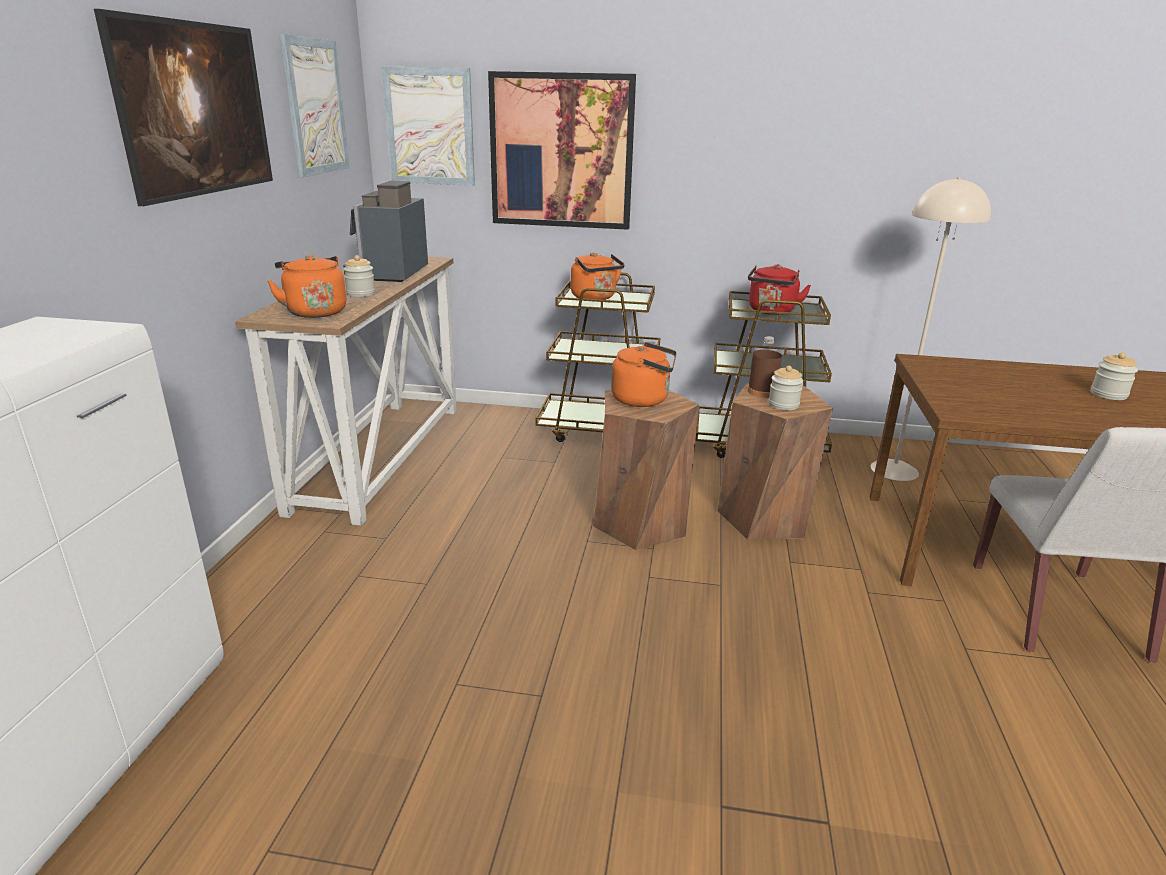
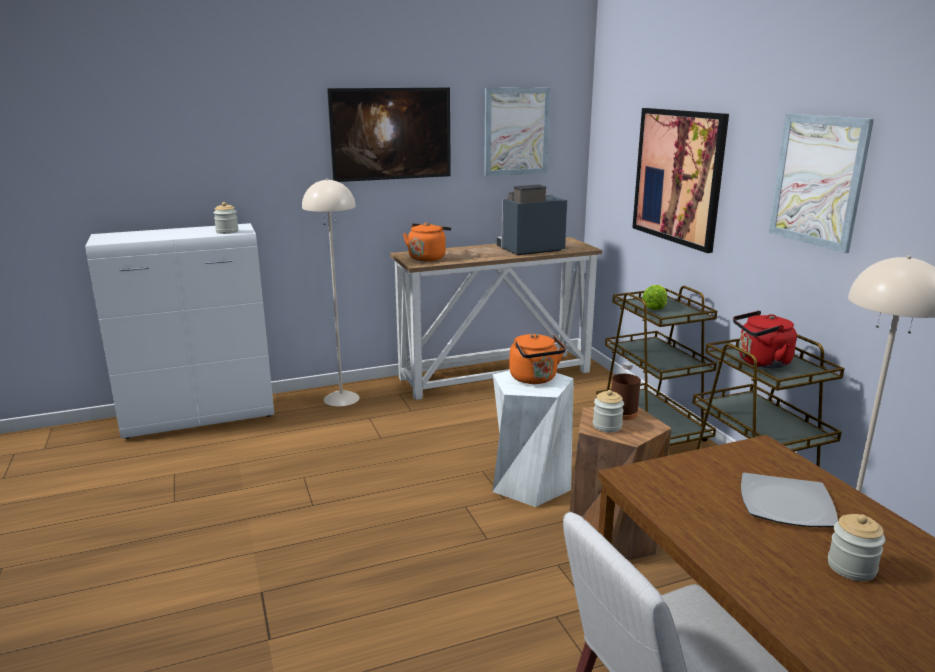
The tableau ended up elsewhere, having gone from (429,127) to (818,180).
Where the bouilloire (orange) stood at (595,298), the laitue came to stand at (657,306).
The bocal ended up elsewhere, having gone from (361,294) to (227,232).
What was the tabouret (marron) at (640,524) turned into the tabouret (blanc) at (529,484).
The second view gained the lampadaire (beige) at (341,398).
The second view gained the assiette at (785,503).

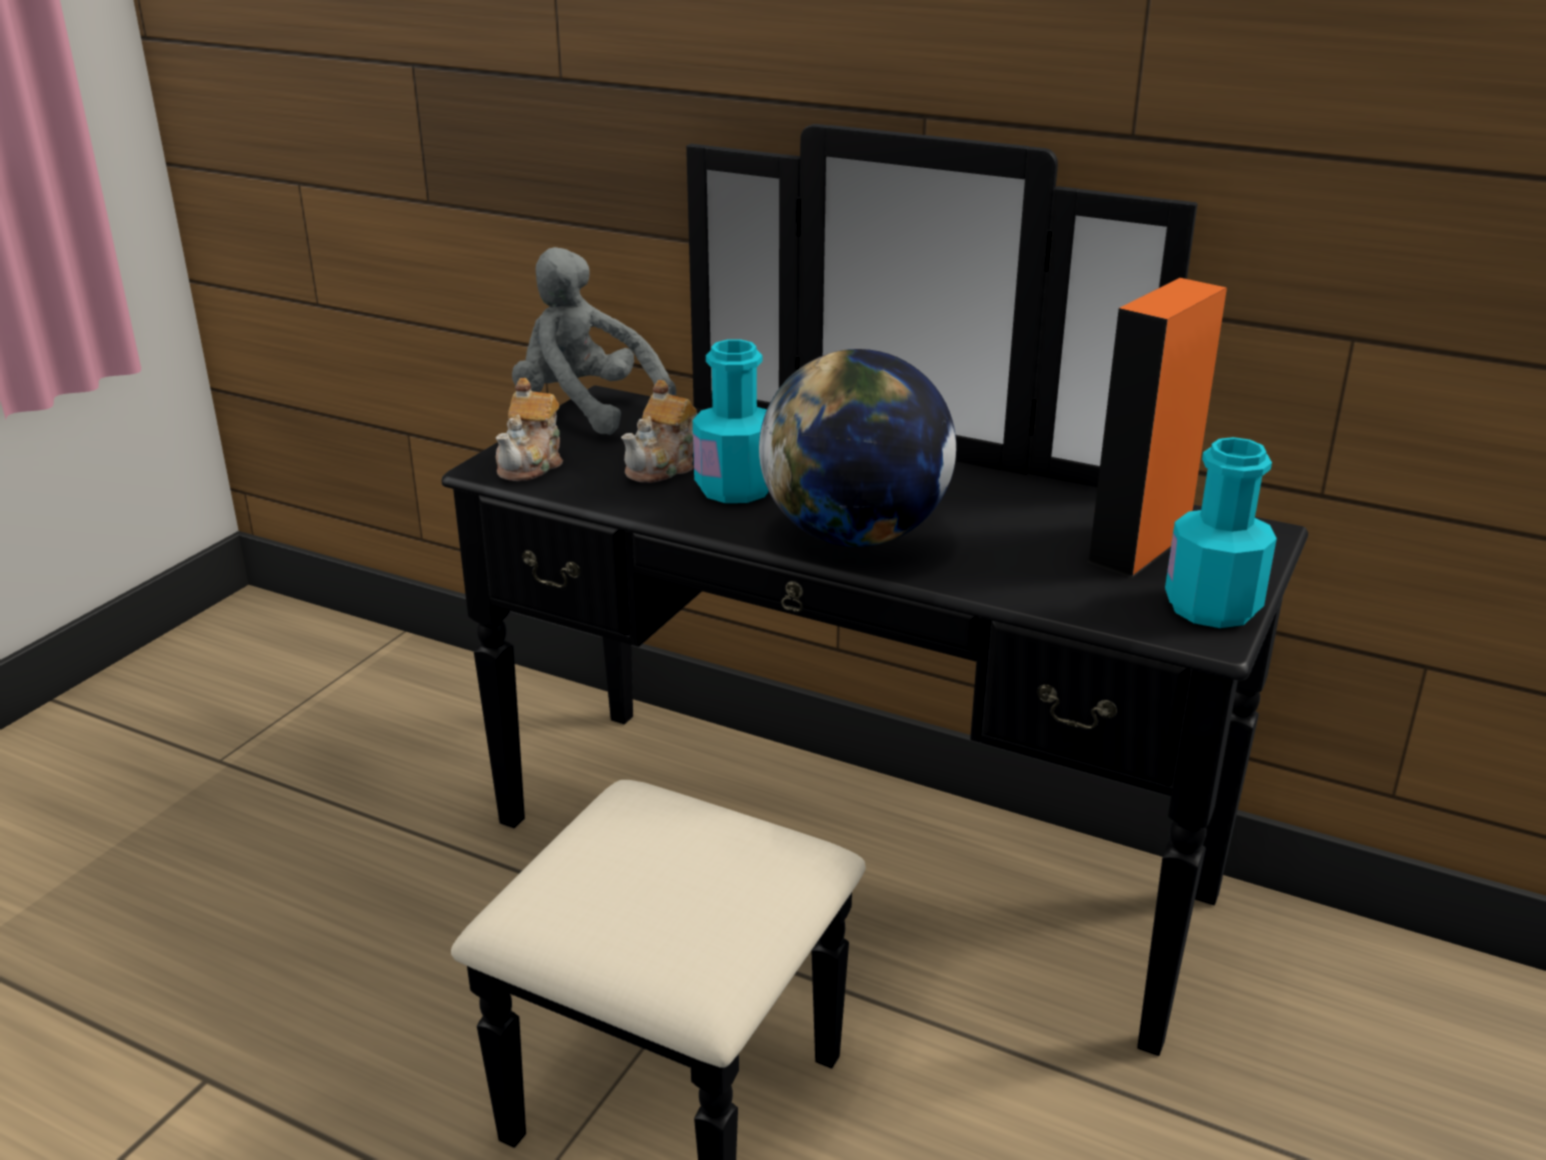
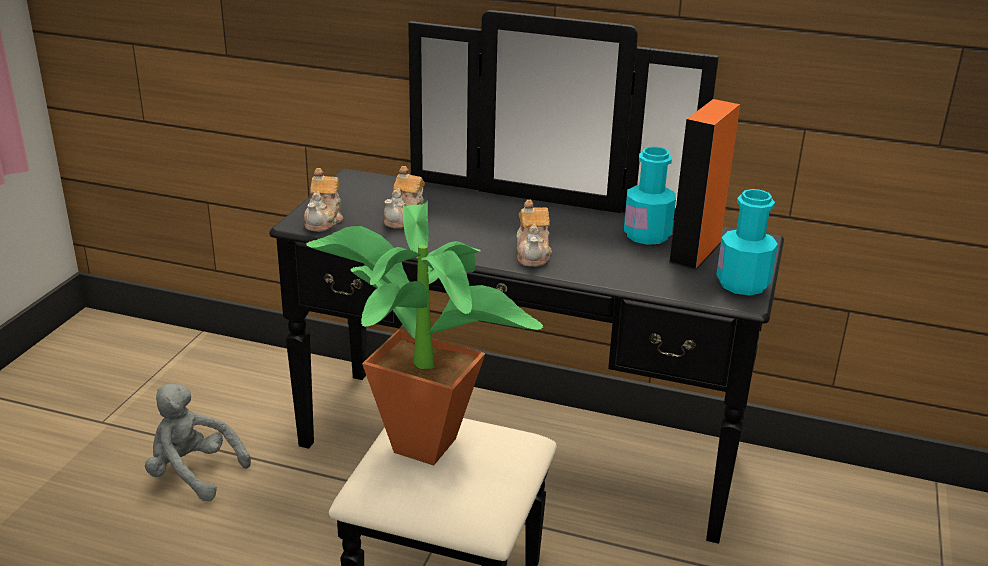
The peluche (gris) ended up elsewhere, having gone from (585,409) to (193,473).
The bouteille (turquoise) ended up elsewhere, having gone from (735,488) to (647,235).
Where the globe stood at (855,535), the théière came to stand at (533,254).
The second view gained the plante en pot at (417,438).

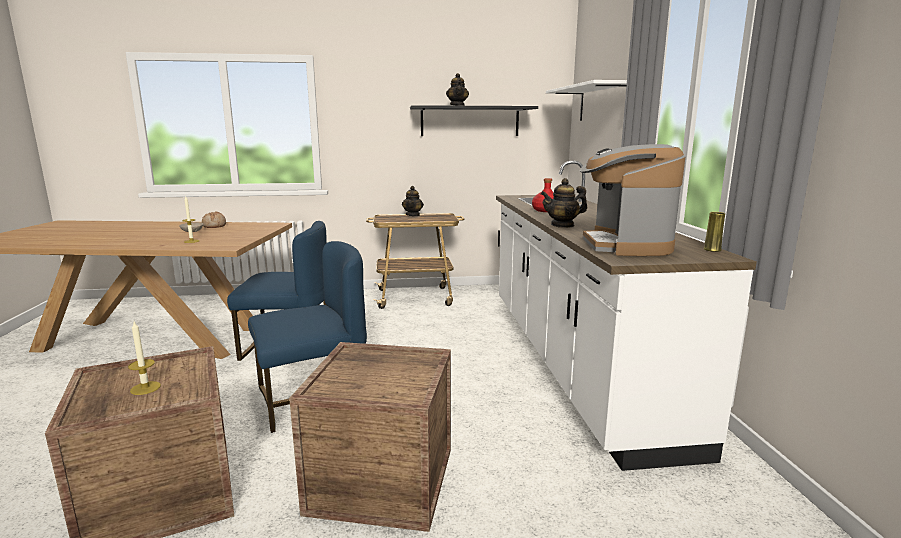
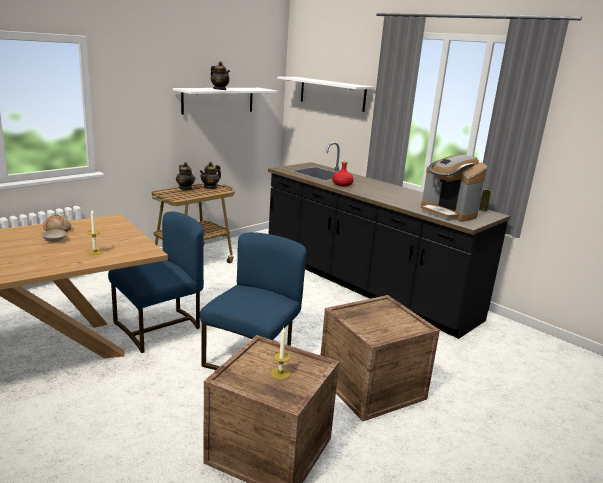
What was the étagère (noir) at (470,121) turned into the étagère (blanc) at (218,100).
What was the comptoir de cuisine (blanc) at (573,362) turned into the comptoir de cuisine (noir) at (364,286).
The théière ended up elsewhere, having gone from (562,225) to (210,187).

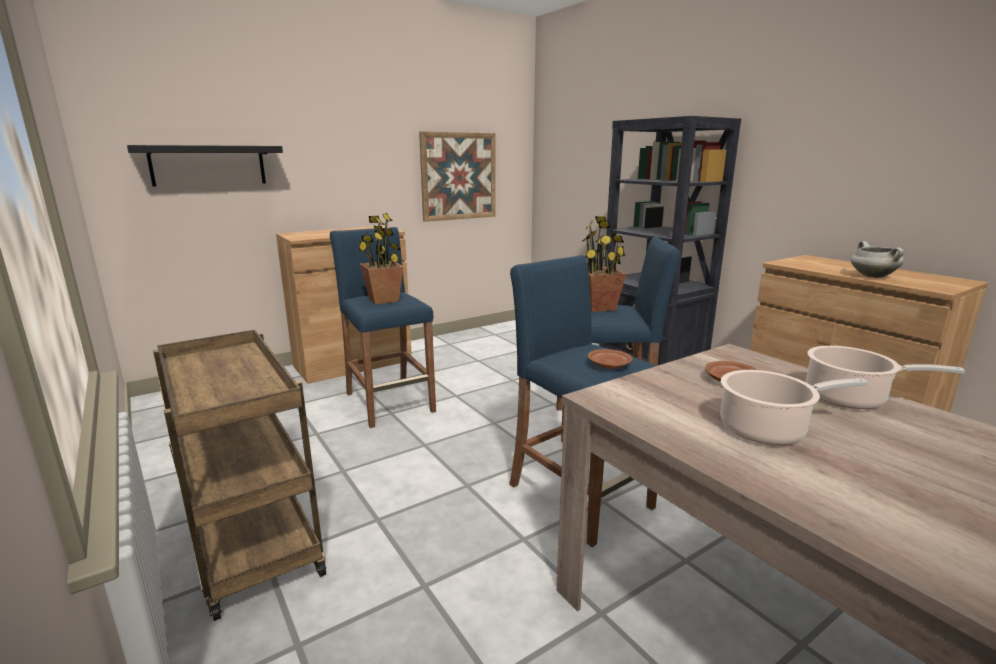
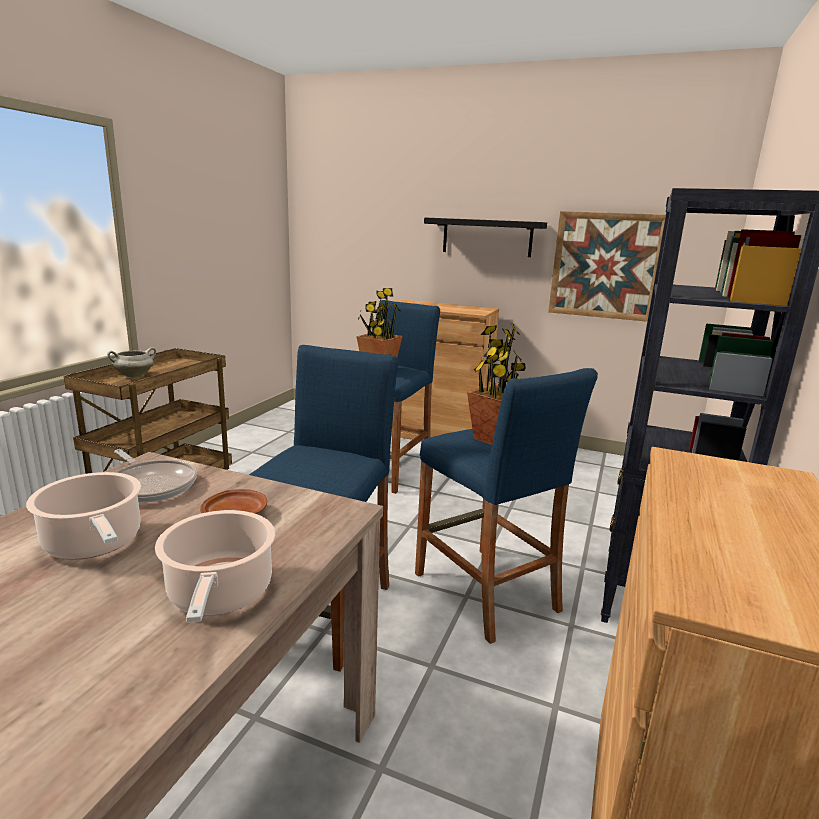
The étagère (noir) ended up elsewhere, having gone from (208,165) to (487,237).
The marmite (blanc) ended up elsewhere, having gone from (871,276) to (135,375).
The second view lost the assiette (marron) at (608,365).
The second view gained the poêle at (151,485).

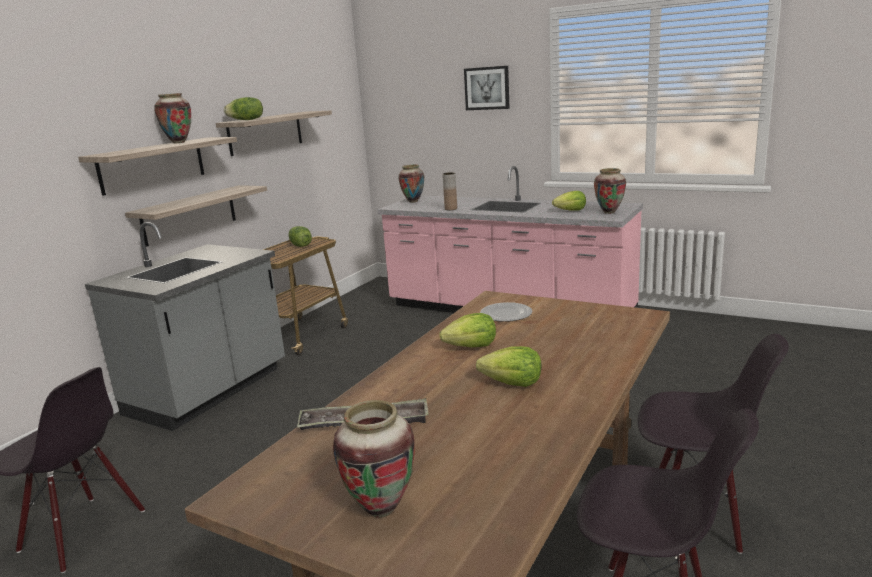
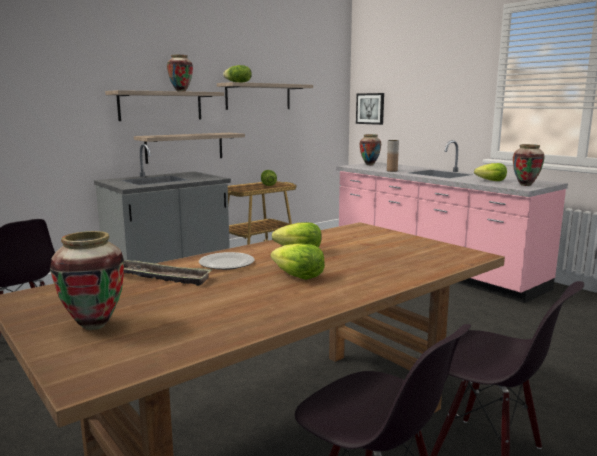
The tableau ended up elsewhere, having gone from (487,88) to (370,108).
The assiette ended up elsewhere, having gone from (507,314) to (227,263).

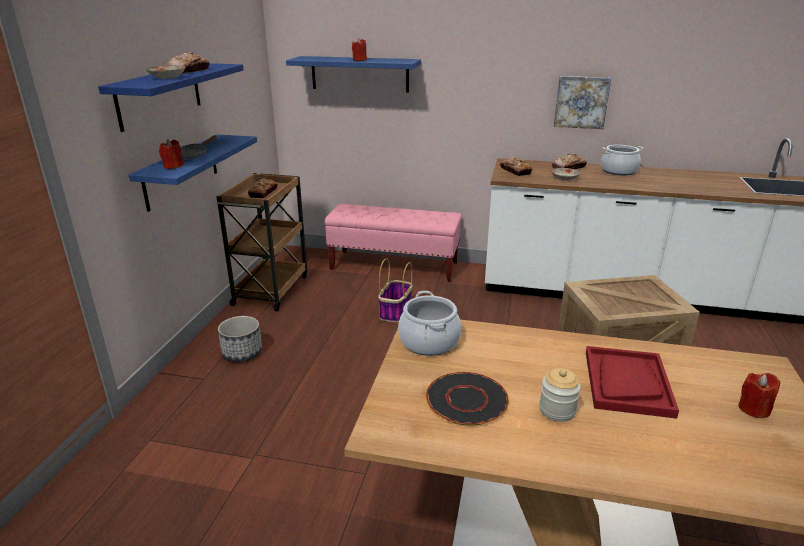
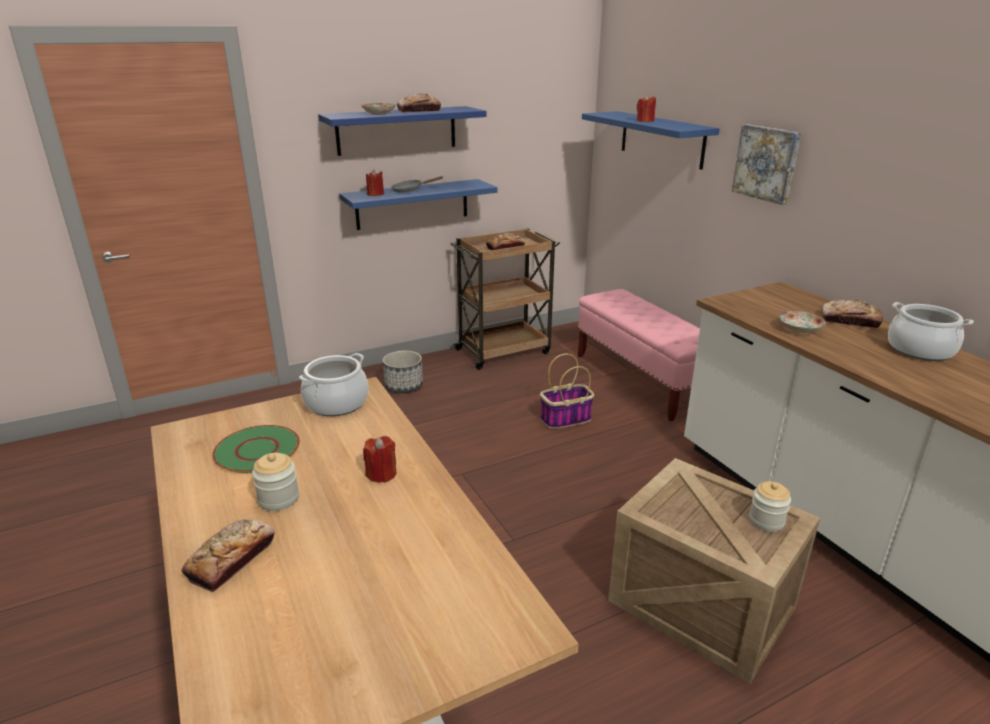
The tableau ended up elsewhere, having gone from (581,102) to (767,163).
The pain ended up elsewhere, having gone from (515,171) to (231,559).
The second view lost the plateau (rouge) at (627,383).
What was the assiette (noir) at (467,399) turned into the assiette (vert) at (257,450).
The bougie (rouge) ended up elsewhere, having gone from (754,409) to (381,474).
The second view gained the bocal at (766,521).

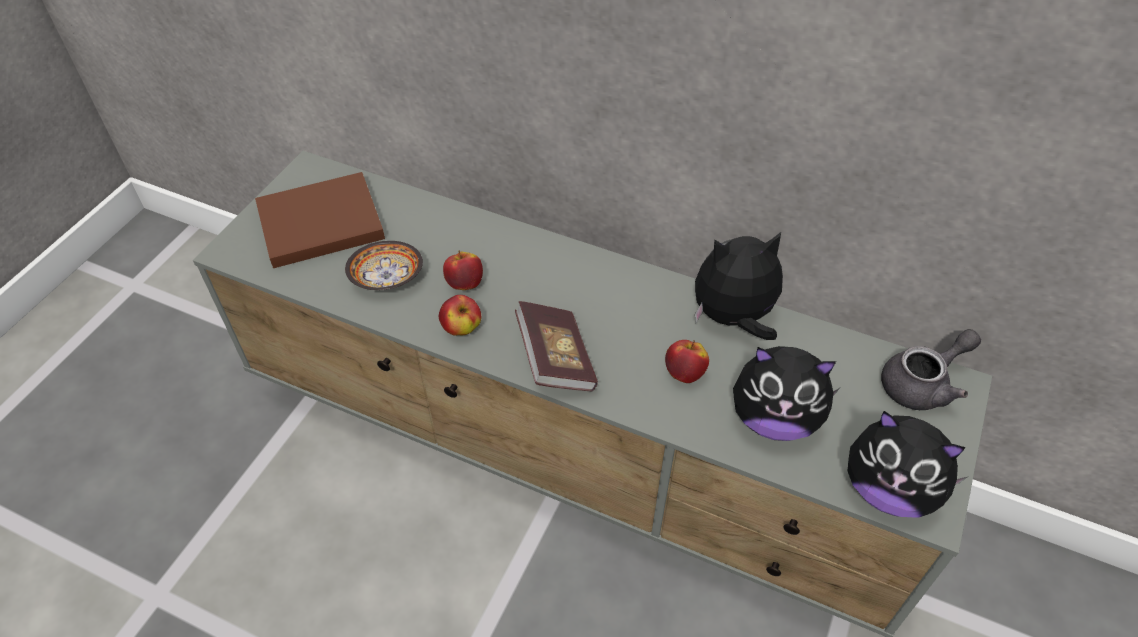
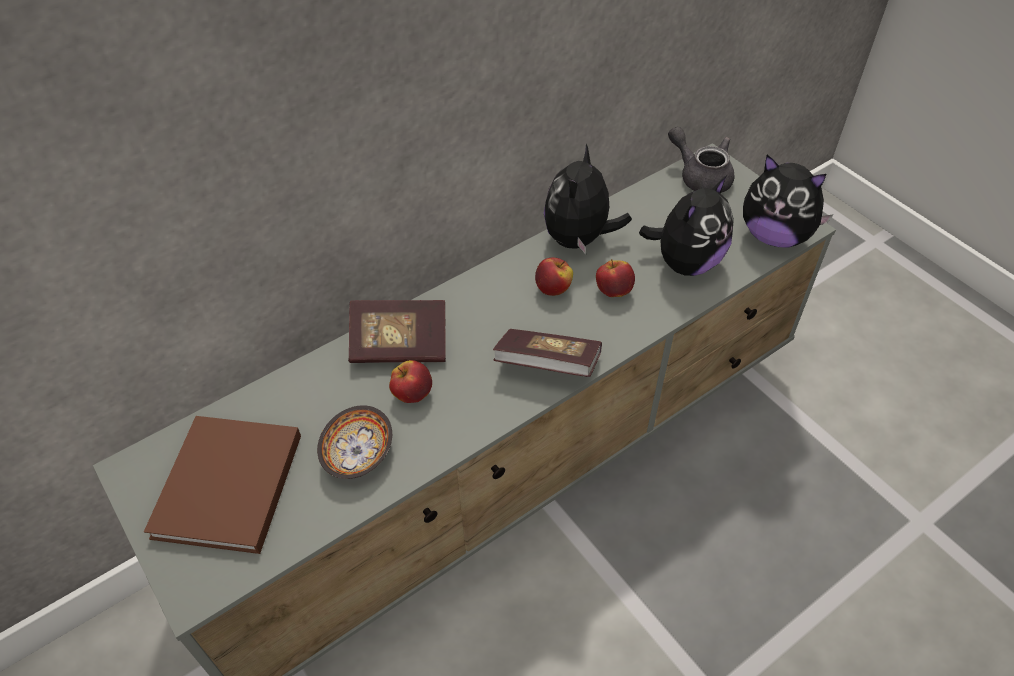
The pomme ended up elsewhere, having gone from (461,328) to (553,289).
The théière (gris) at (922,384) ended up facing another way, 45 degrees counterclockwise from before.
The peluche at (888,490) ended up facing another way, 60 degrees clockwise from before.
The second view gained the livre at (399,345).

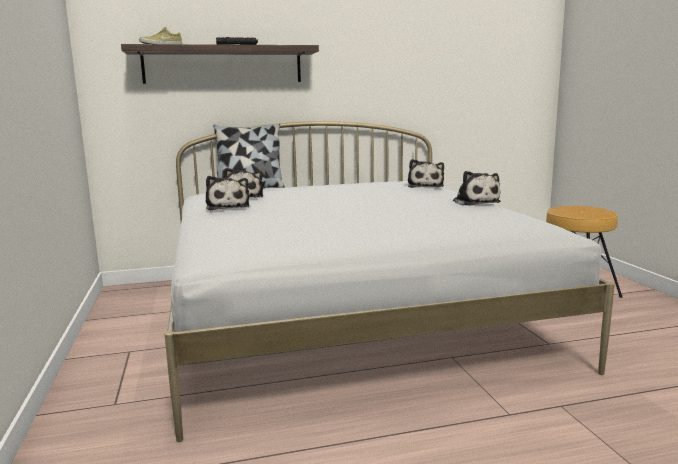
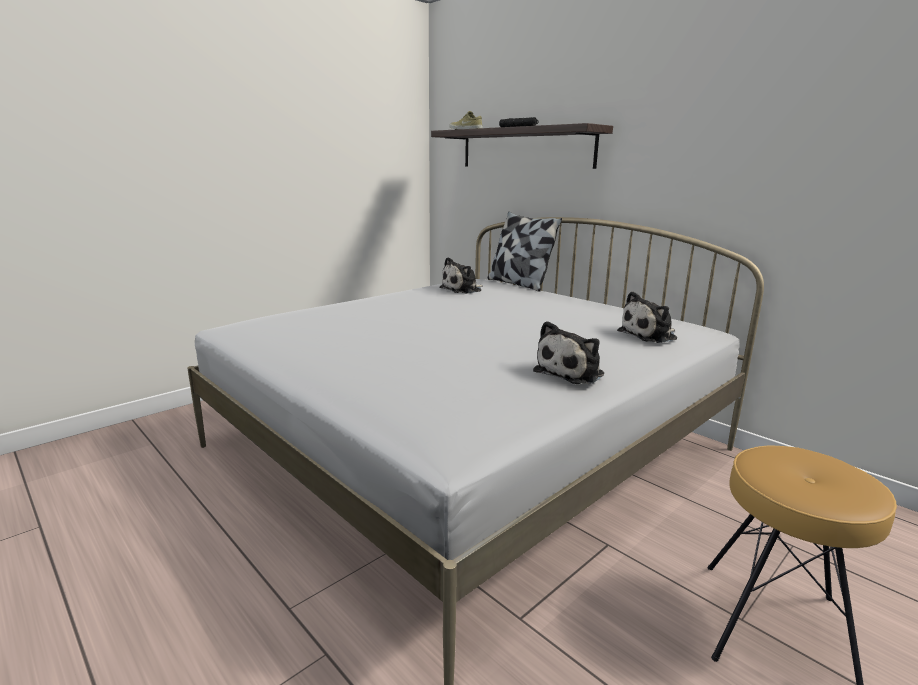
The second view lost the peluche at (227,207).

